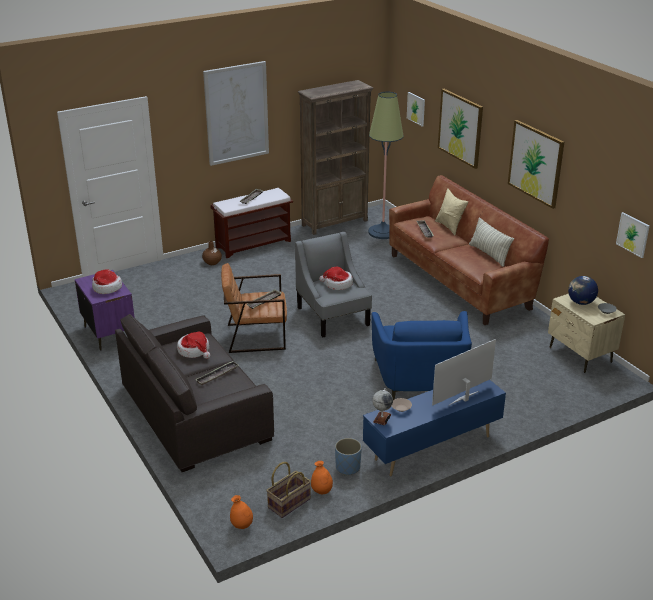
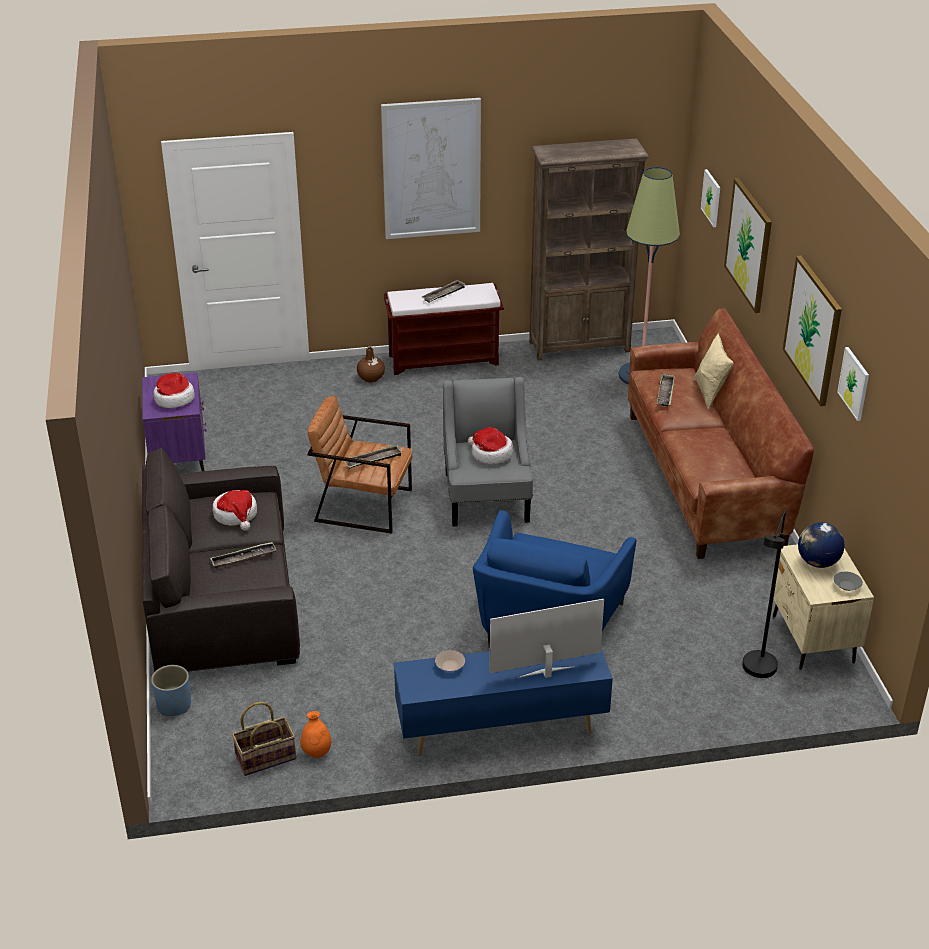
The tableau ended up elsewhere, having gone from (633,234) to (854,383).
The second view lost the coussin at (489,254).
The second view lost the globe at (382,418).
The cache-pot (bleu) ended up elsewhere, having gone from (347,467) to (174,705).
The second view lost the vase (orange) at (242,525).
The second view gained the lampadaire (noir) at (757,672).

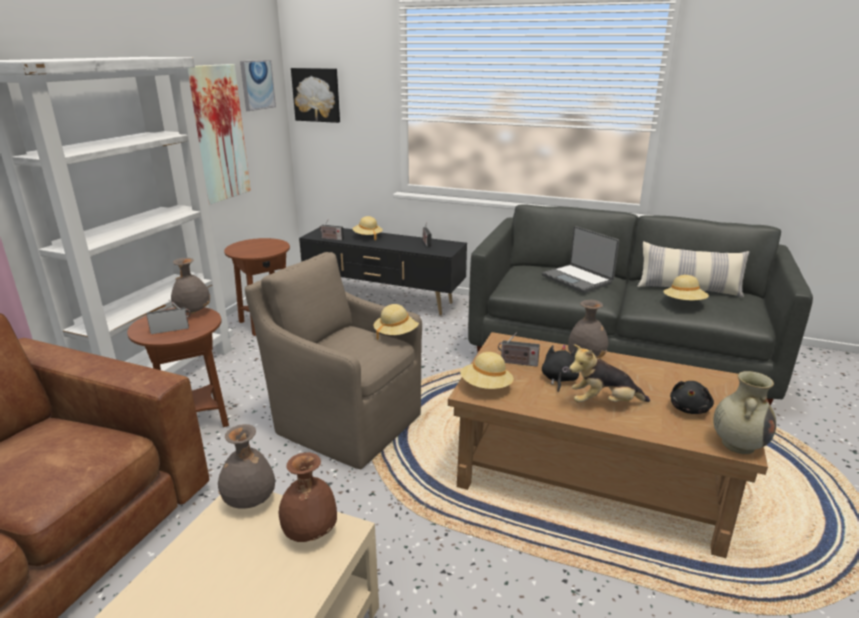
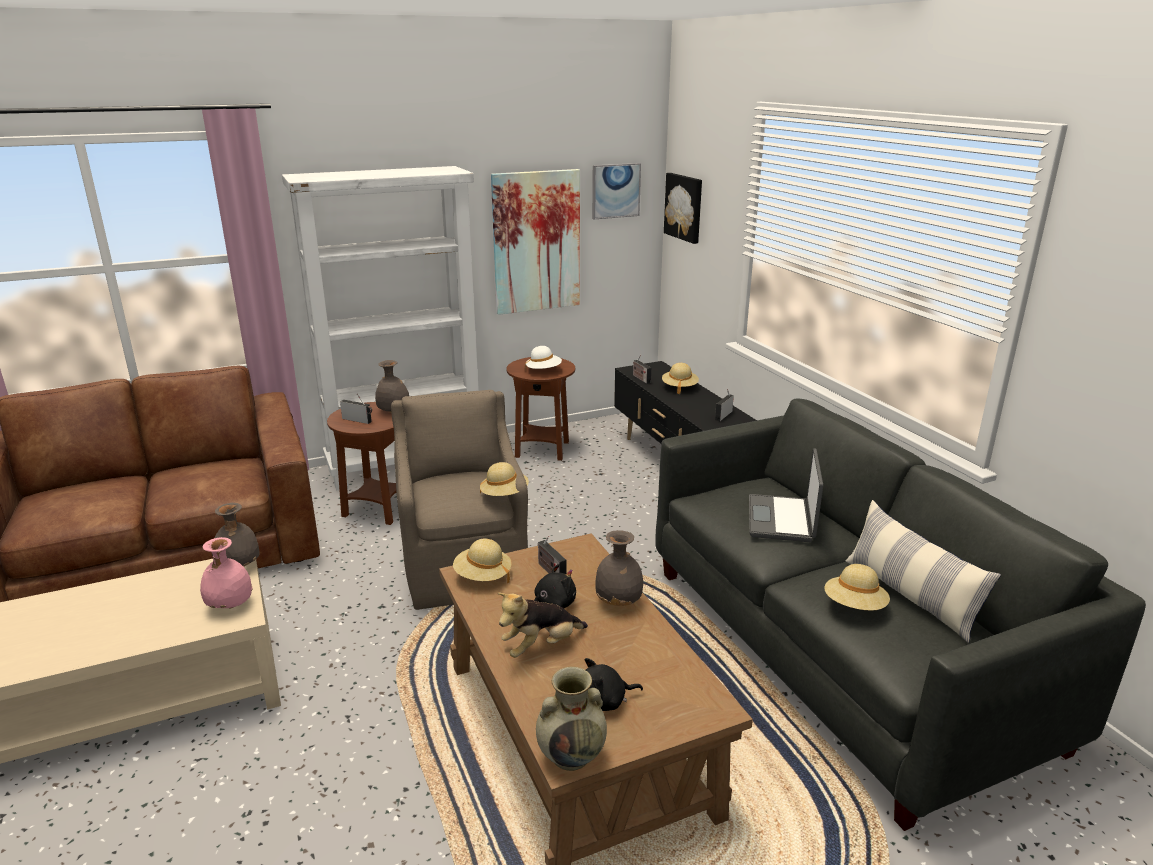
The peluche at (603,403) ended up facing another way, 75 degrees counterclockwise from before.
What was the vase (marron) at (309,533) turned into the vase (rose) at (229,605).
The second view gained the chapeau (blanc) at (543,370).

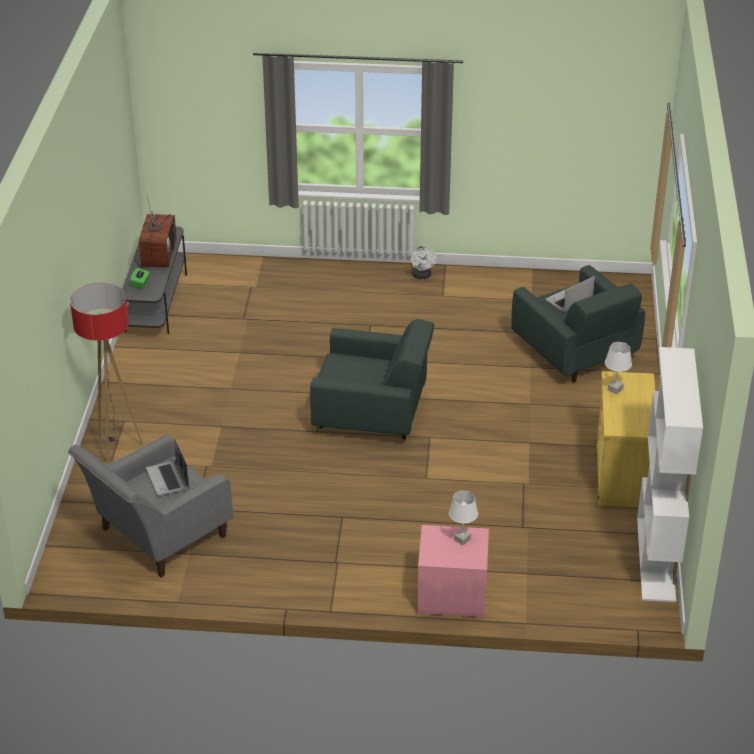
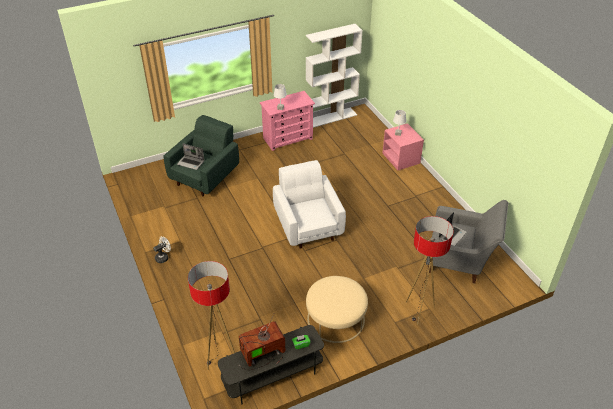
What was the fauteuil (vert) at (372,415) turned into the fauteuil (blanc) at (308,225).
What was the commode (jaune) at (621,475) turned into the commode (rose) at (288,138).
The second view gained the lampadaire at (220,357).
The second view gained the pouf (beige) at (335,319).

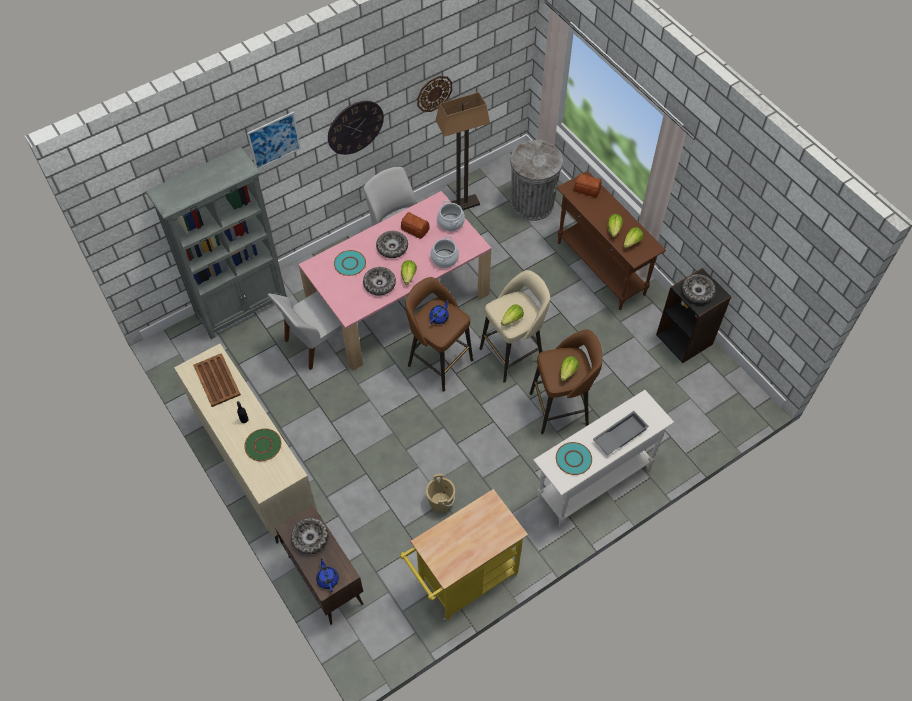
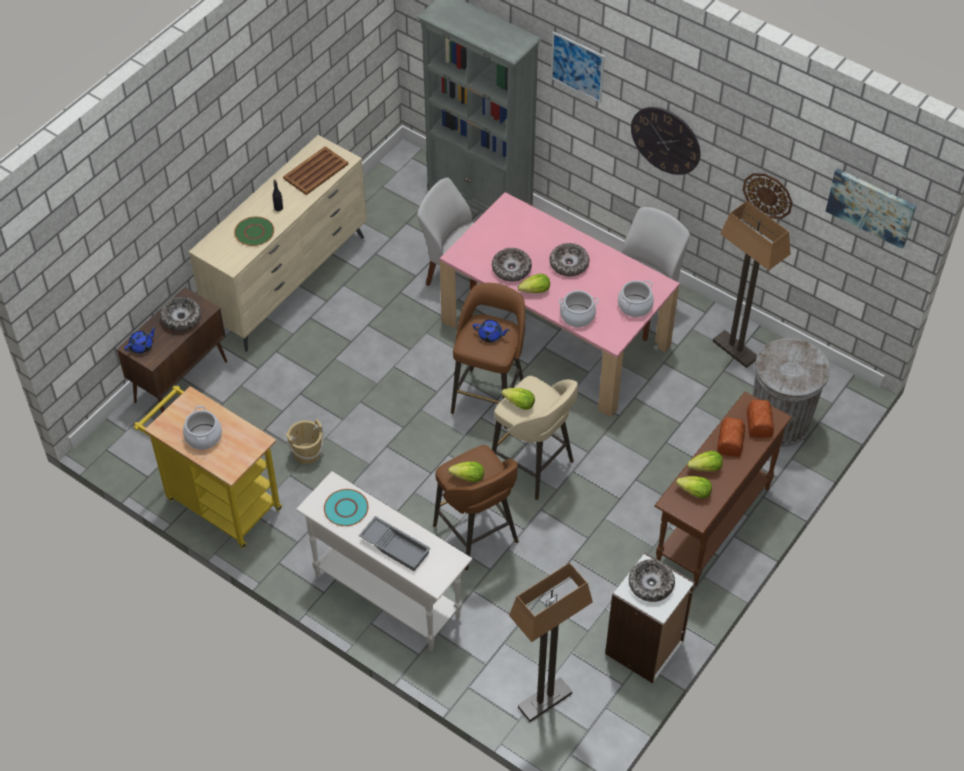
The pain ended up elsewhere, having gone from (415,229) to (729,442).
The second view lost the assiette (turquoise) at (350,264).
What was the bibliothèque (noir) at (685,339) turned into the bibliothèque (blanc) at (645,648).
The second view gained the tableau at (871,207).
The second view gained the marmite at (203,437).
The second view gained the lampadaire at (545,700).

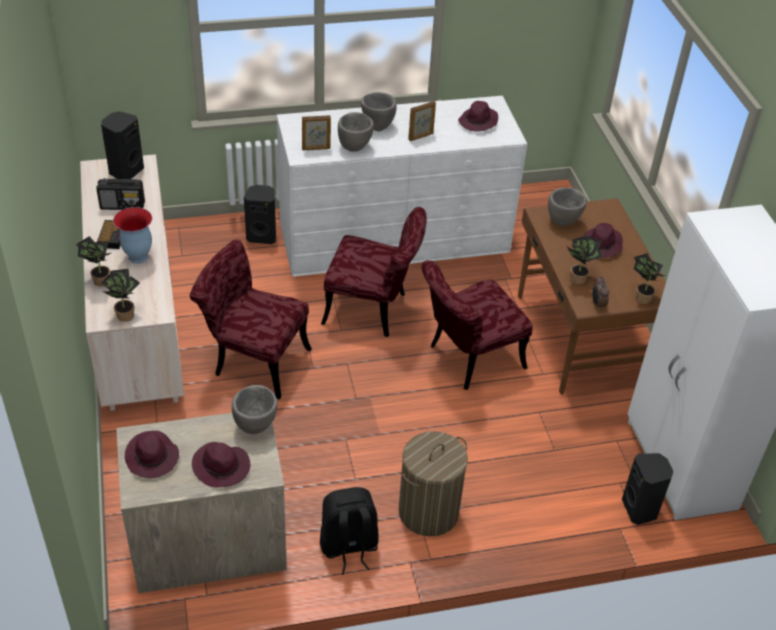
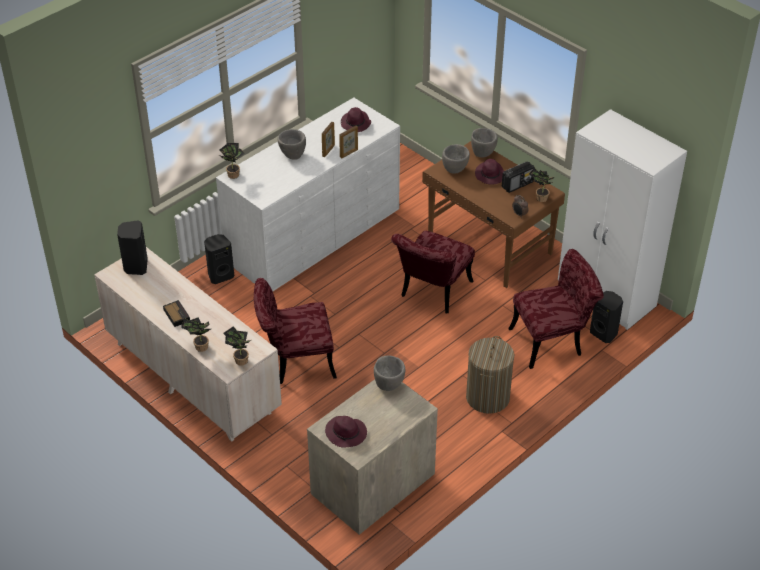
The bol (gris) ended up elsewhere, having gone from (355,147) to (483,153).
The cadre photo ended up elsewhere, having gone from (316,149) to (349,153).
The radio ended up elsewhere, having gone from (123,205) to (517,184).
The second view lost the vase at (138,257).
The chaise (rouge) ended up elsewhere, having gone from (373,310) to (553,340).
The plante en pot ended up elsewhere, having gone from (578,277) to (233,174).
The second view lost the chapeau (violet) at (222,467).
The second view lost the sac à dos (noir) at (348,547).

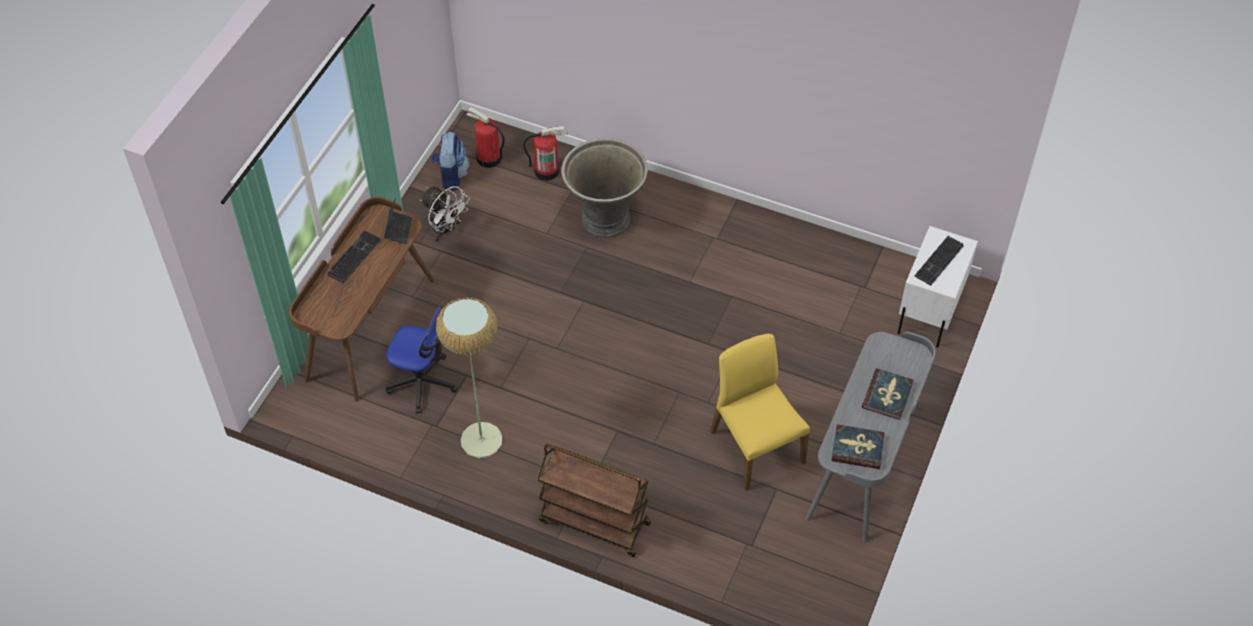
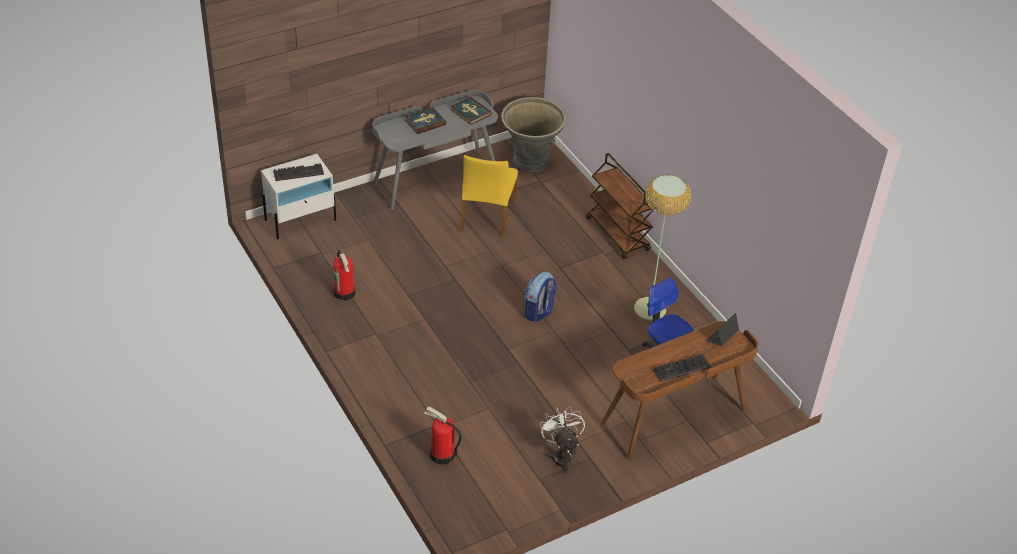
The extincteur ended up elsewhere, having gone from (488,158) to (344,292).
The sac à dos ended up elsewhere, having gone from (451,176) to (539,312).
The cache-pot (gris) ended up elsewhere, having gone from (605,218) to (530,162).
The ordinateur portable ended up elsewhere, having gone from (398,230) to (721,338).

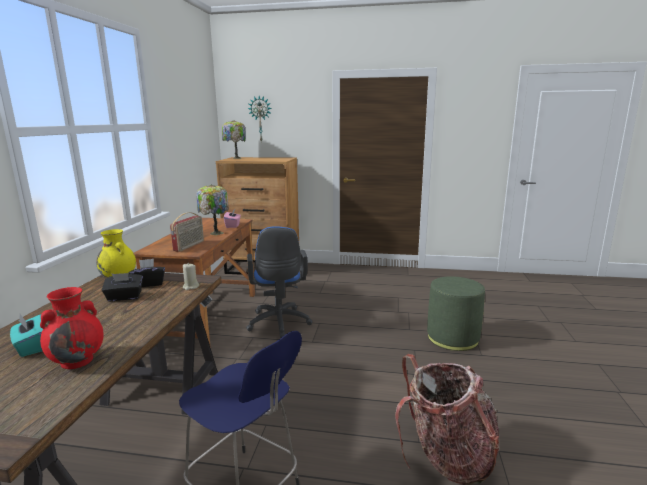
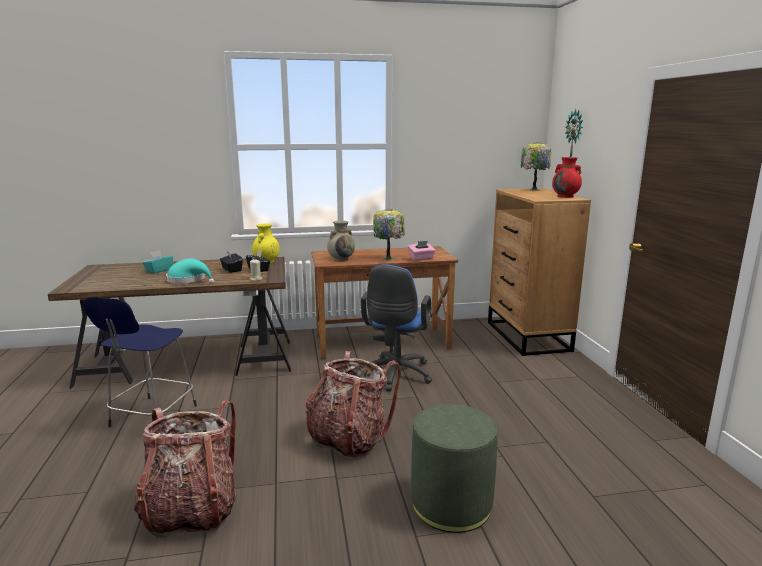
Where the radio stood at (189,246), the vase (beige) came to stand at (341,259).
The chaise de bureau (bleu) at (279,324) ended up facing another way, 45 degrees counterclockwise from before.
The vase (rouge) ended up elsewhere, having gone from (78,360) to (565,196).
The second view gained the chapeau (turquoise) at (189,280).
The second view gained the sac à dos at (349,439).

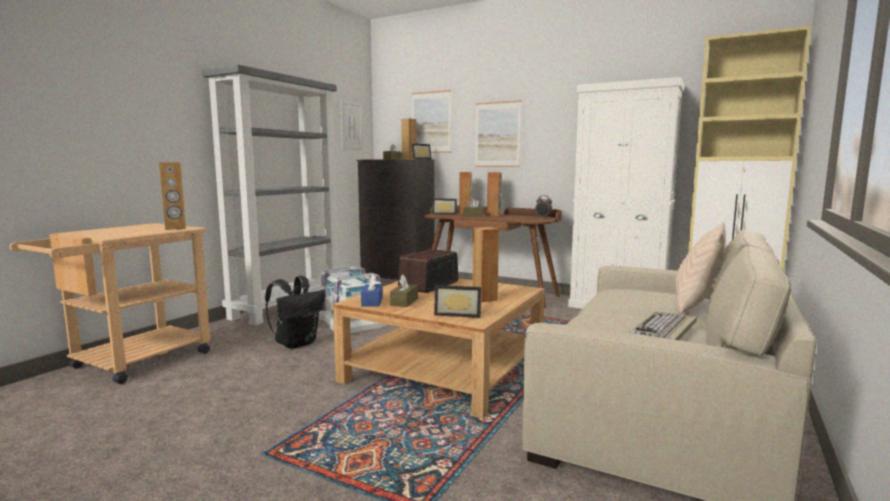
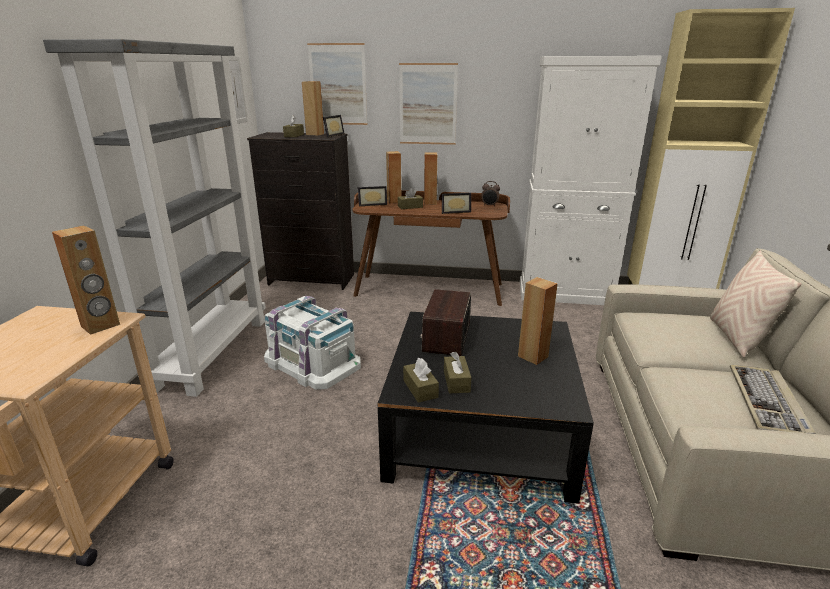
What was the boîte à mouchoirs (bleu) at (372,302) turned into the boîte à mouchoirs (marron) at (420,389).
The second view lost the sac à dos (noir) at (296,343).
What was the table basse (beige) at (445,369) turned into the table basse (noir) at (480,429).
The cadre photo ended up elsewhere, having gone from (458,314) to (455,211).

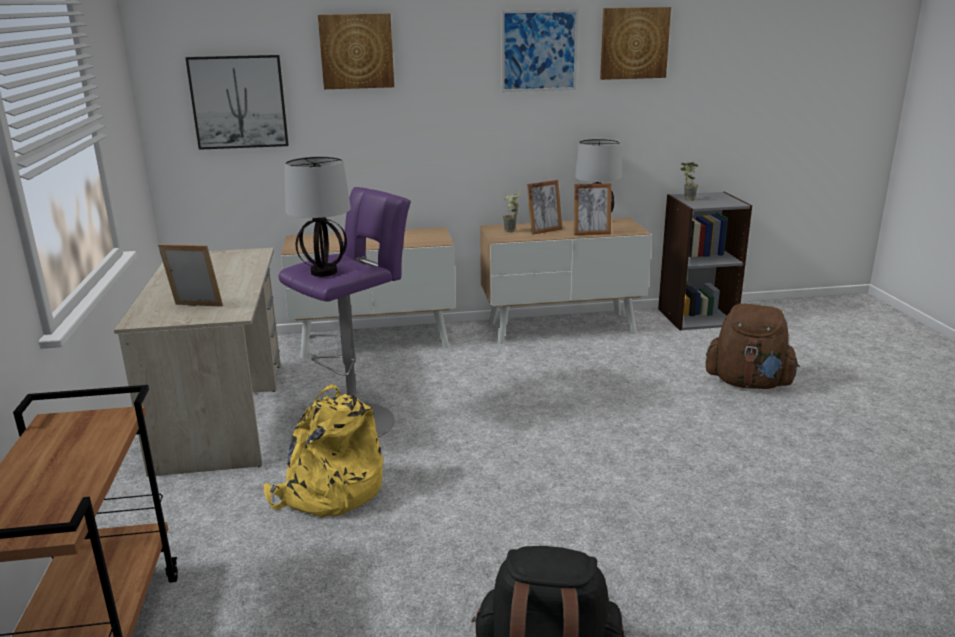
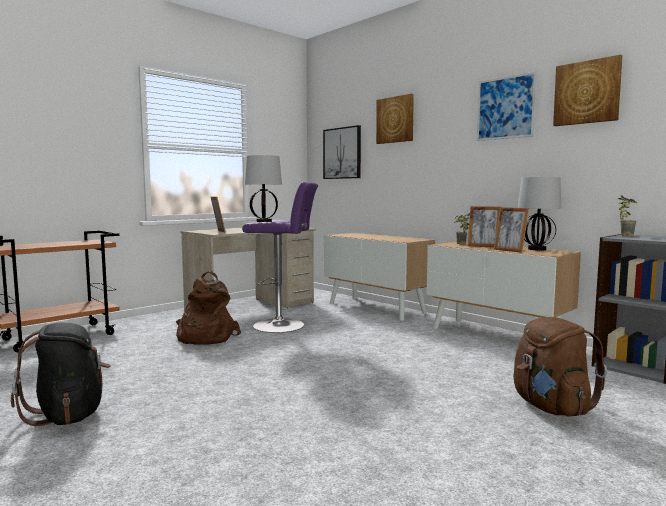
What was the sac à dos (jaune) at (328,491) turned into the sac à dos (marron) at (204,337).

